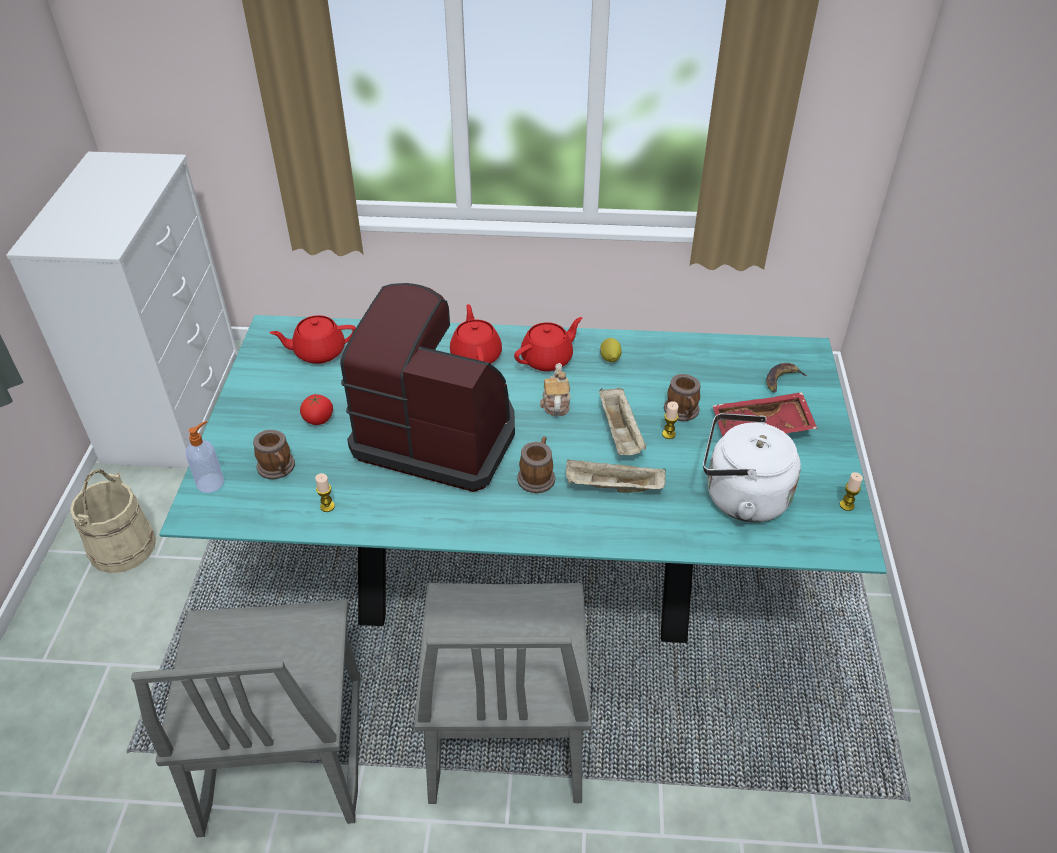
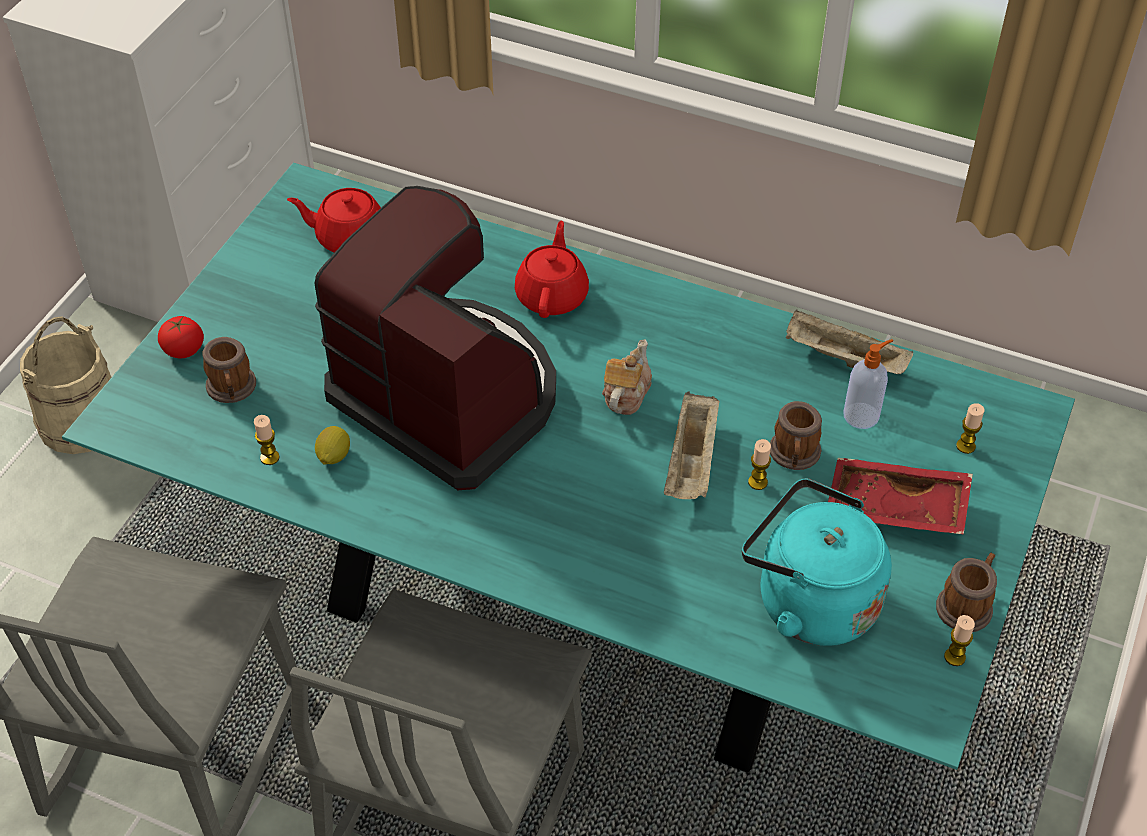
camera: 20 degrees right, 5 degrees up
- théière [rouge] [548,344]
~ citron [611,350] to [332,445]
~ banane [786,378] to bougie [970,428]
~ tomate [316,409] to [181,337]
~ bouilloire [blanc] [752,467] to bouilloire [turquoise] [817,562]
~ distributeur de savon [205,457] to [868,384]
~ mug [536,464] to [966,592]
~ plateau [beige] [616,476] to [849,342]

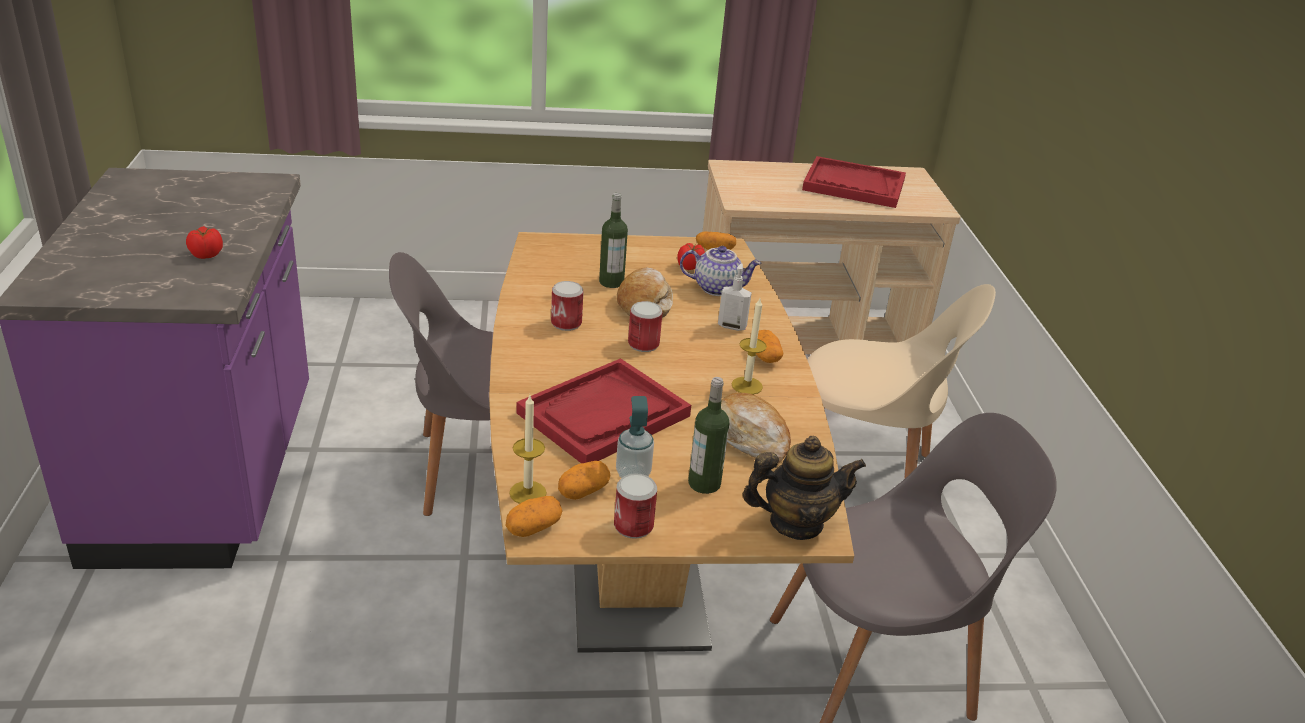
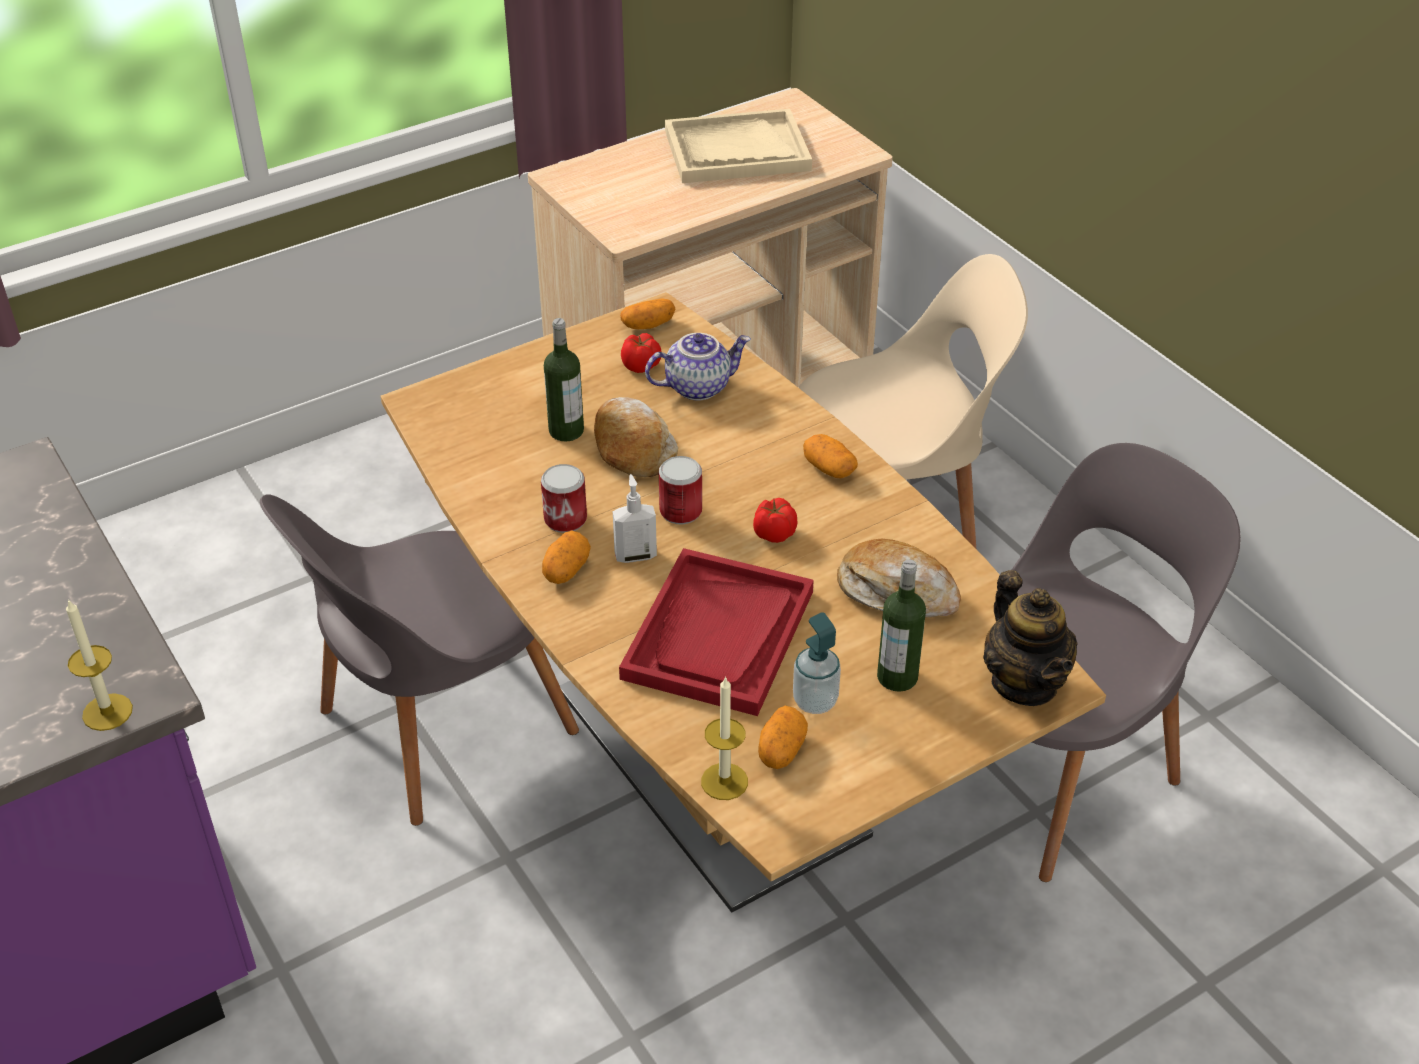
camera: 25 degrees left, 10 degrees up
~ plateau [rouge] [854,182] to plateau [beige] [738,146]
~ tomate [204,242] to [775,520]
~ distributeur de savon [735,297] to [635,518]
~ bougie [749,346] to [99,665]
~ théière [804,488] = [1030,638] 105 degrees clockwise
- boîte métallique [635,506]
~ pomme de terre [533,516] to [566,557]

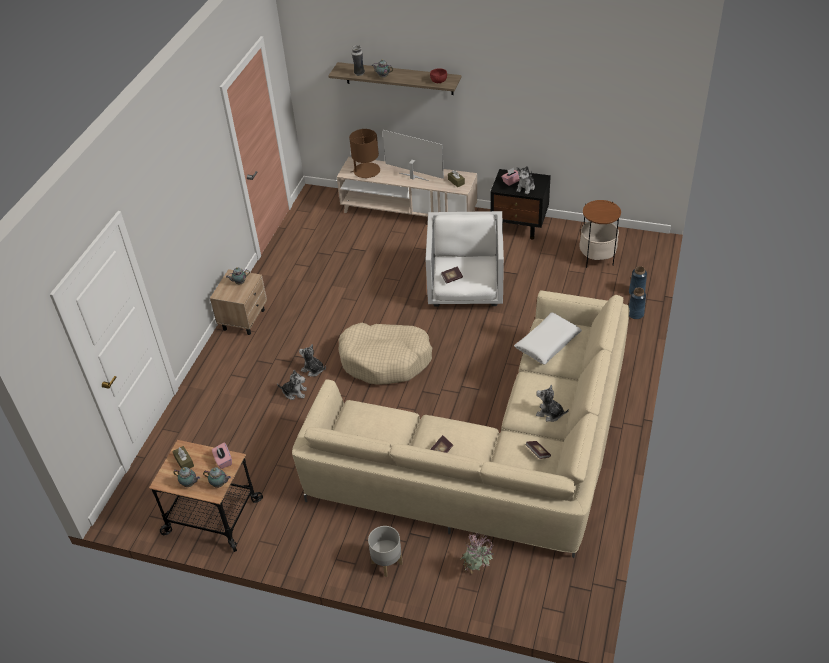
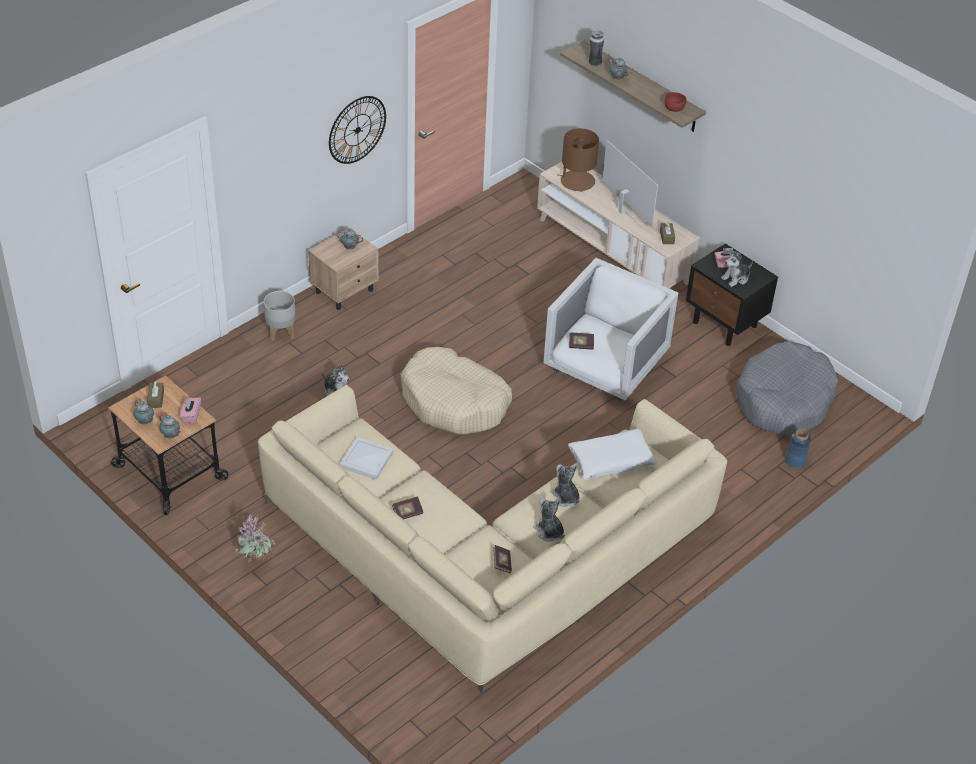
camera: 25 degrees right, 0 degrees up
~ table d'appoint [600,234] to panier pour chien [gris] [787,388]
- vase [bleu] [637,303]
~ peluche [312,360] to [565,485]
~ cache-pot [gris] [385,551] to [280,316]
~ plante en pot [476,553] to [255,538]
+ horloge murale [357,130]
+ plateau [blanc] [366,458]

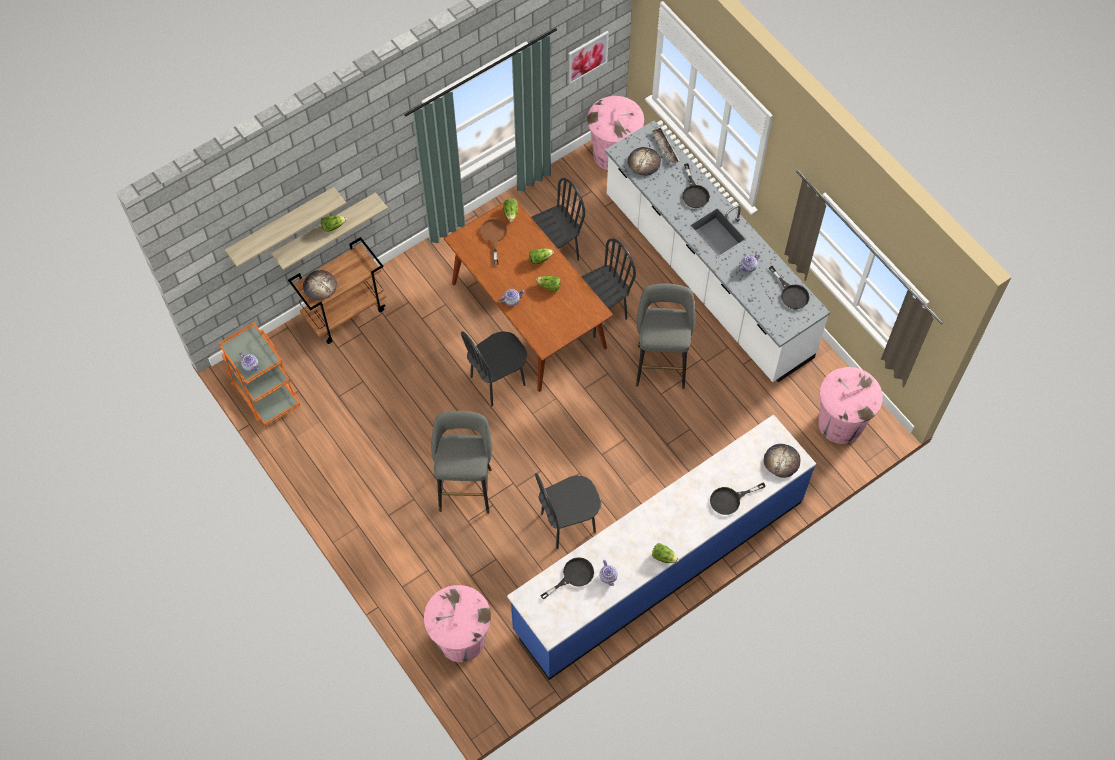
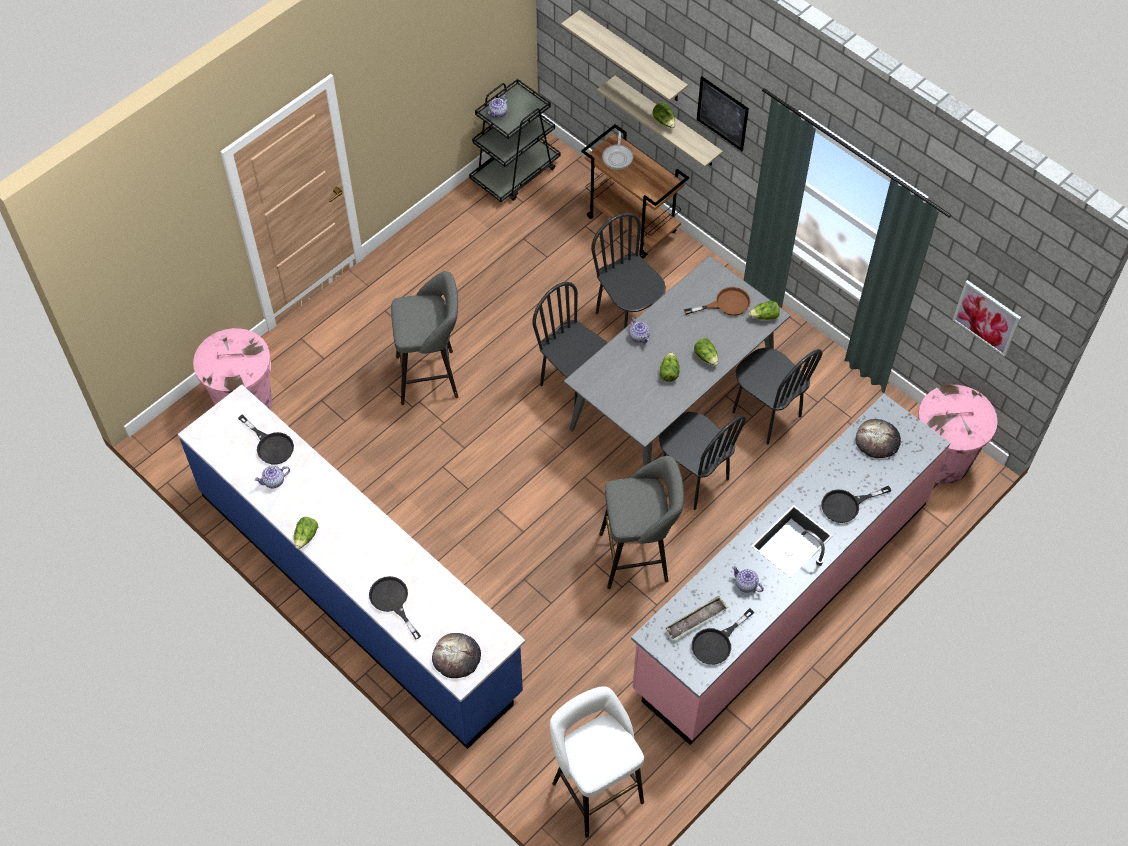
camera: 80 degrees right, 5 degrees down
~ comptoir de cuisine [blanc] [717,251] to comptoir de cuisine [rose] [791,569]
~ plateau [665,145] to [696,618]
~ table à manger [marron] [528,294] to table à manger [gris] [677,361]
~ pain [320,285] to poêle [617,150]
~ chariot [orange] [259,374] to chariot [noir] [514,140]
~ poubelle [rose] [850,405] to tabouret [blanc] [597,762]
~ chaise [noir] [568,511] to [628,271]
+ tableau [723,114]

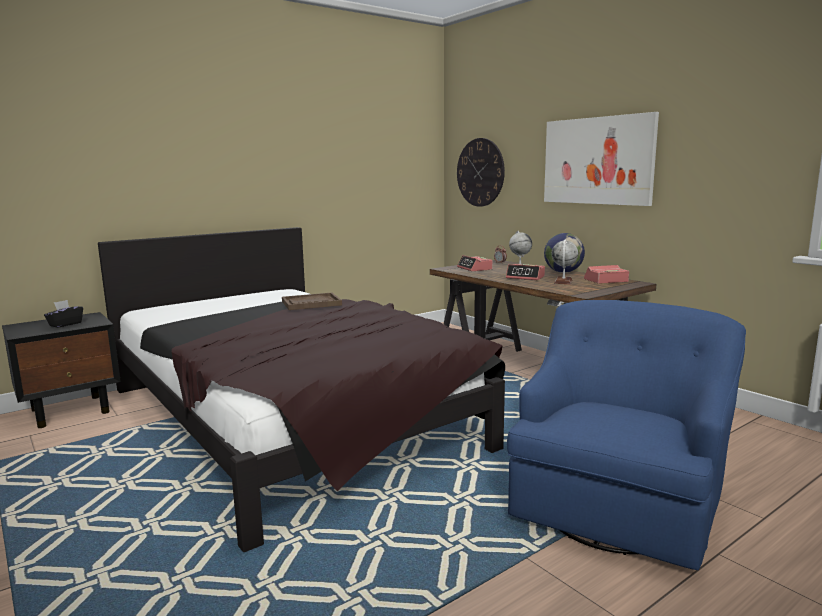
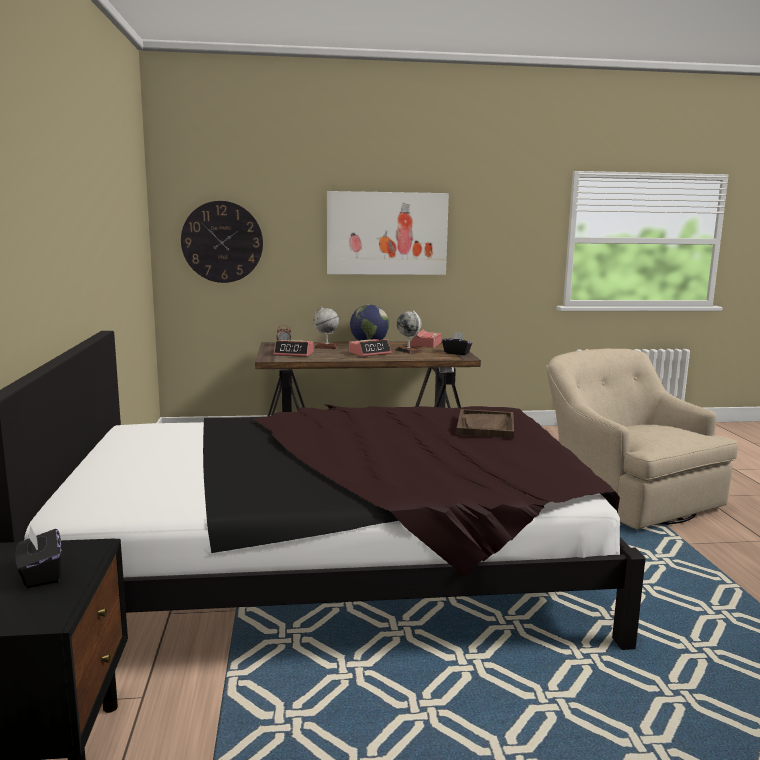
camera: 60 degrees left, 0 degrees up
~ plateau [marron] [312,301] to [485,423]
~ fauteuil [bleu] [626,435] to fauteuil [beige] [642,439]
+ boîte à mouchoirs [noir] [457,343]

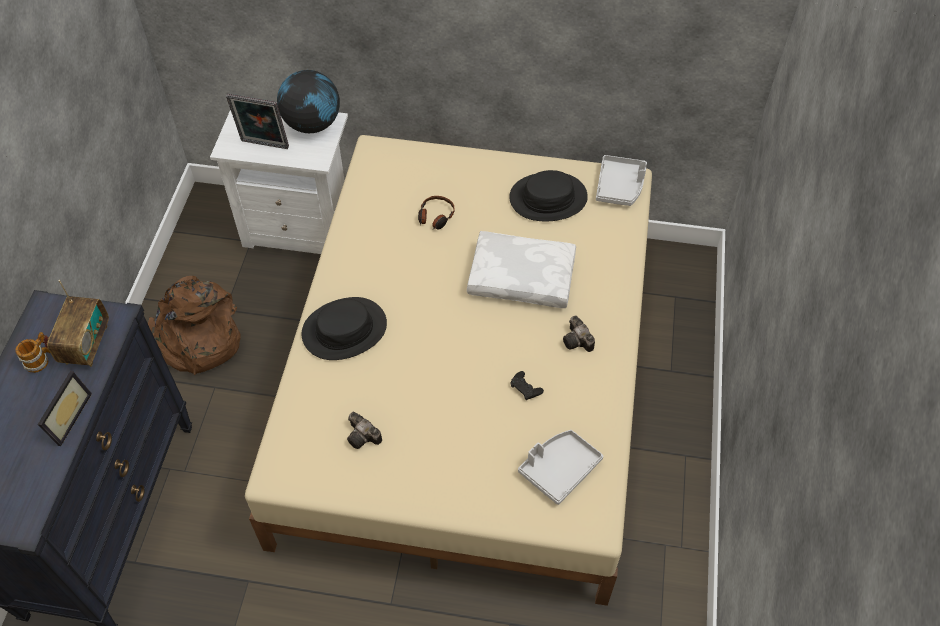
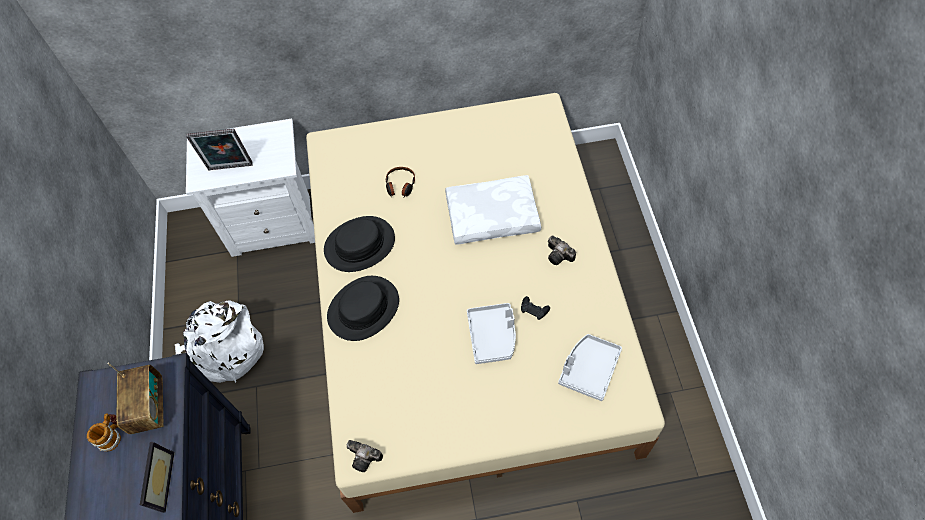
camera: 15 degrees left, 5 degrees up
- globe [308,101]
~ plateau [gris] [621,180] to [491,333]
~ chapeau [noir] [548,195] to [359,244]
~ sac à dos [marron] [194,325] to sac à dos [blanc] [219,341]
~ appareil photo [364,430] to [365,456]

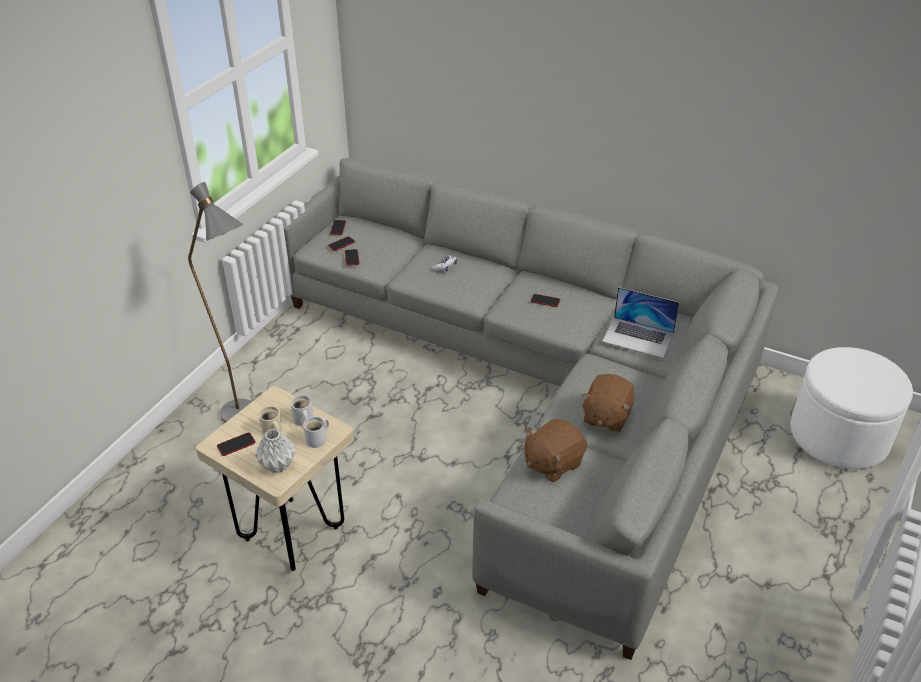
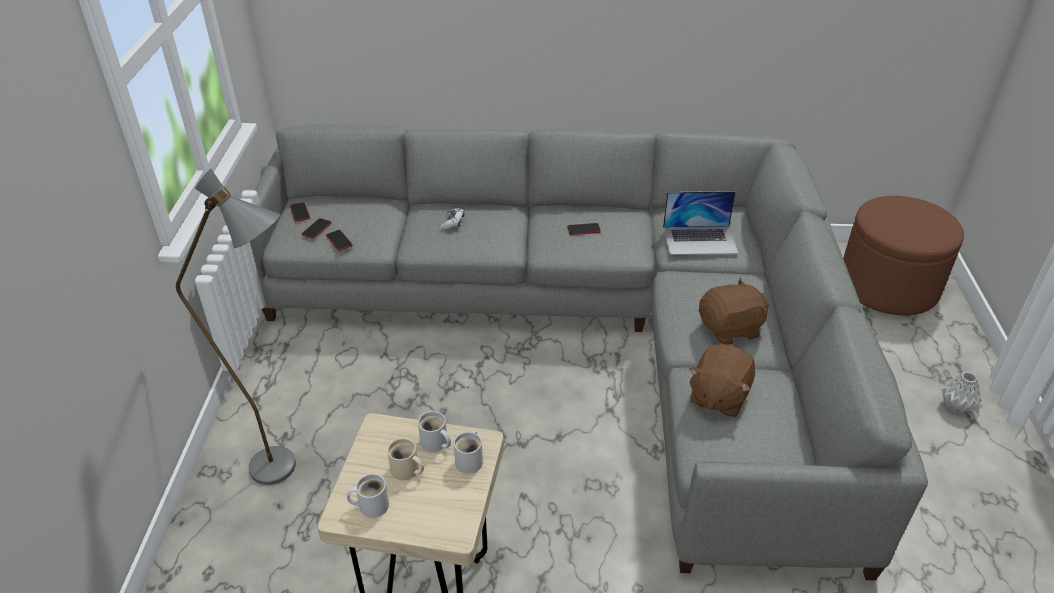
camera: 25 degrees left, 0 degrees up
~ pouf [blanc] [851,408] to pouf [marron] [903,255]
~ peluche [marron] [608,403] = [734,311] 105 degrees counterclockwise
~ vase [gris] [275,451] to [962,392]
~ téléphone [236,444] to mug [blanc] [368,496]

